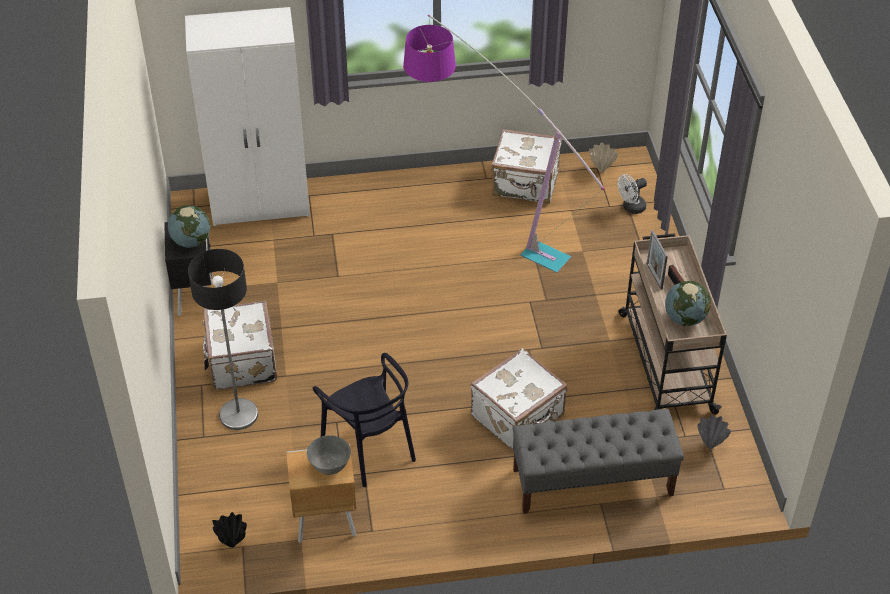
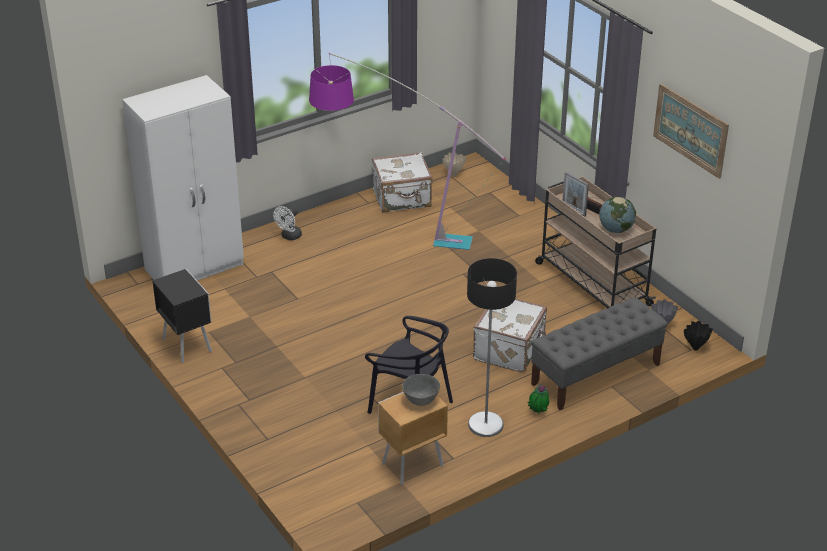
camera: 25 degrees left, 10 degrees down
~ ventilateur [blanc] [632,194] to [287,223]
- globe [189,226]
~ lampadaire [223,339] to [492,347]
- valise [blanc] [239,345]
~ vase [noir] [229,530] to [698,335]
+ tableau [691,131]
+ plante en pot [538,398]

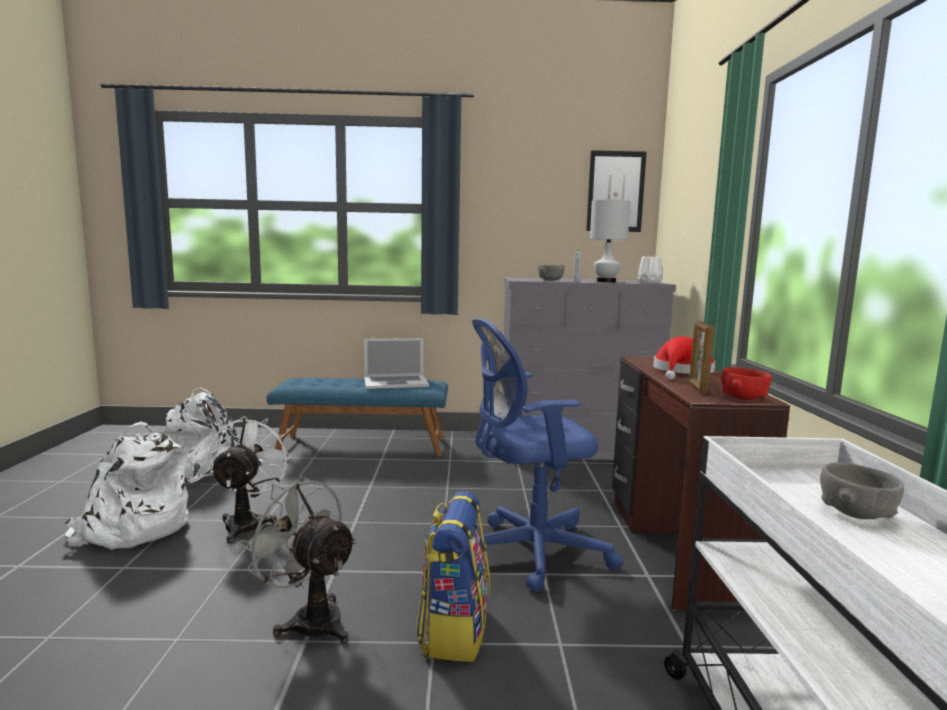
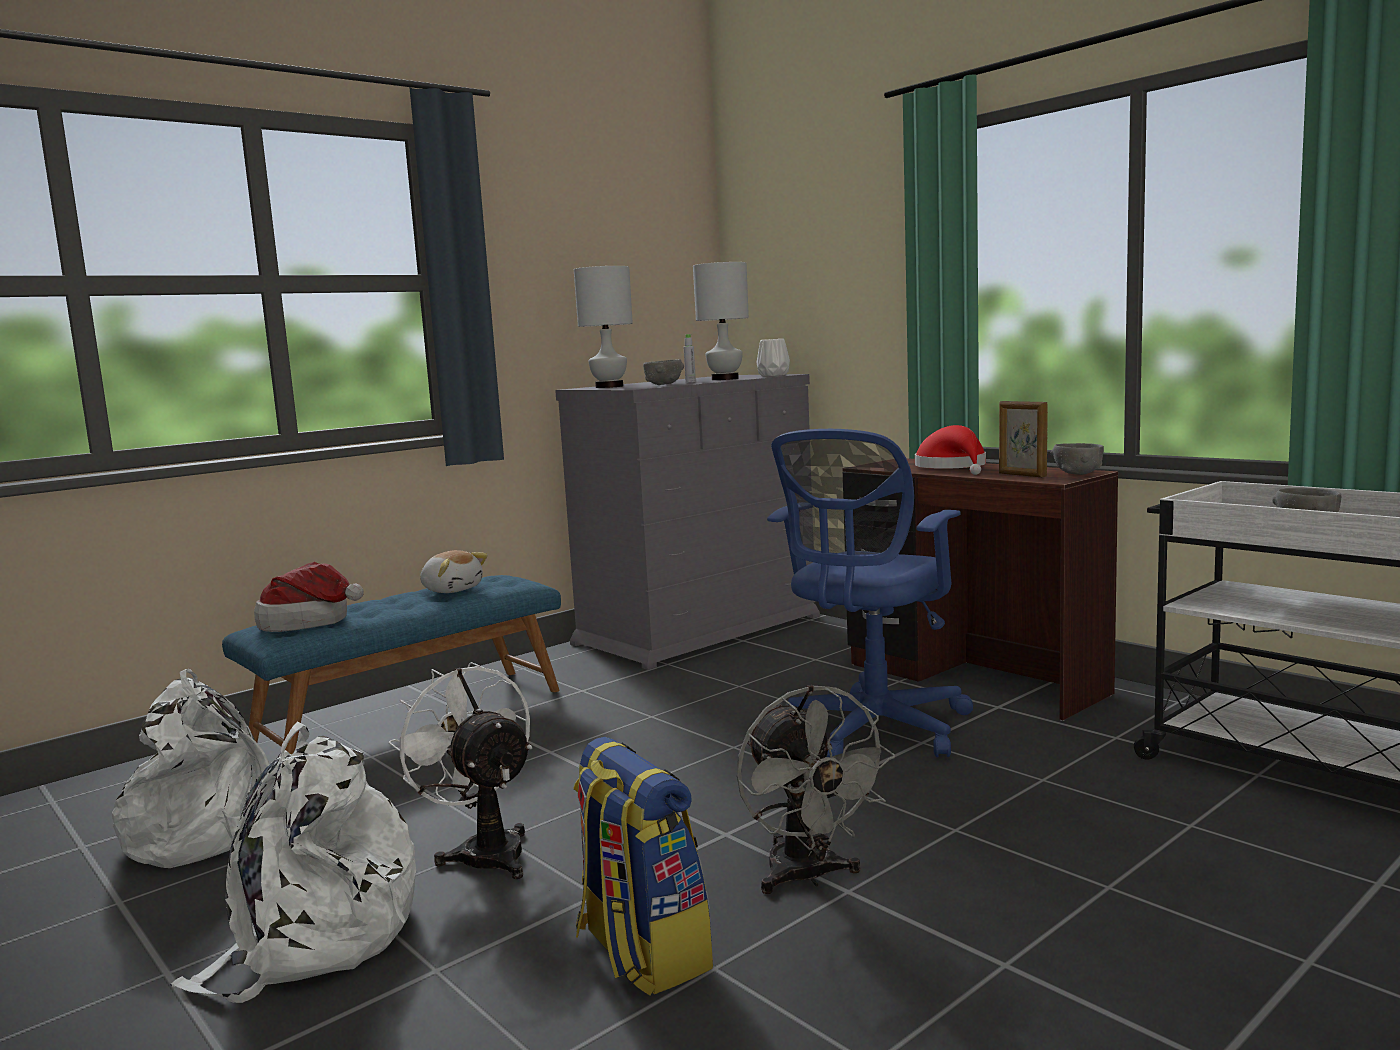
camera: 40 degrees left, 0 degrees up
- tableau [616,191]
~ ordinateur portable [396,363] to peluche [454,571]
~ bol [rouge] [746,383] to bol [gris] [1077,459]
~ ventilateur [gris] [298,559] = [816,789] 105 degrees counterclockwise
~ sac à dos [453,576] to [643,866]
+ lampe de table [blanc] [603,327]
+ chapeau [309,597]

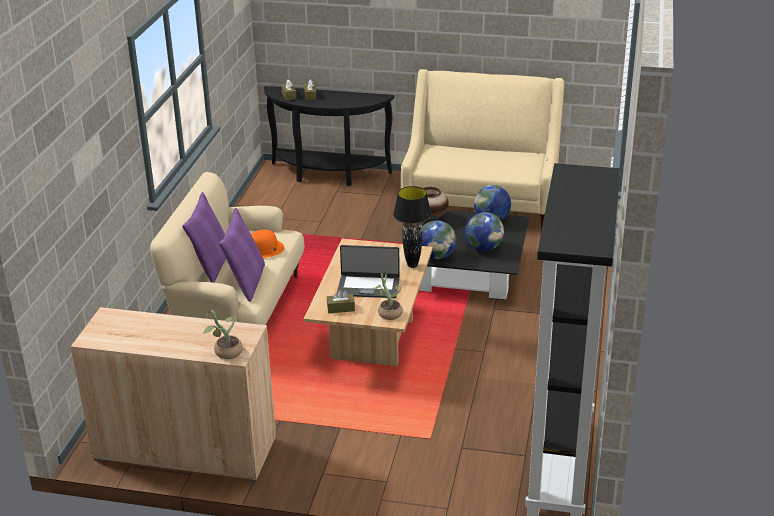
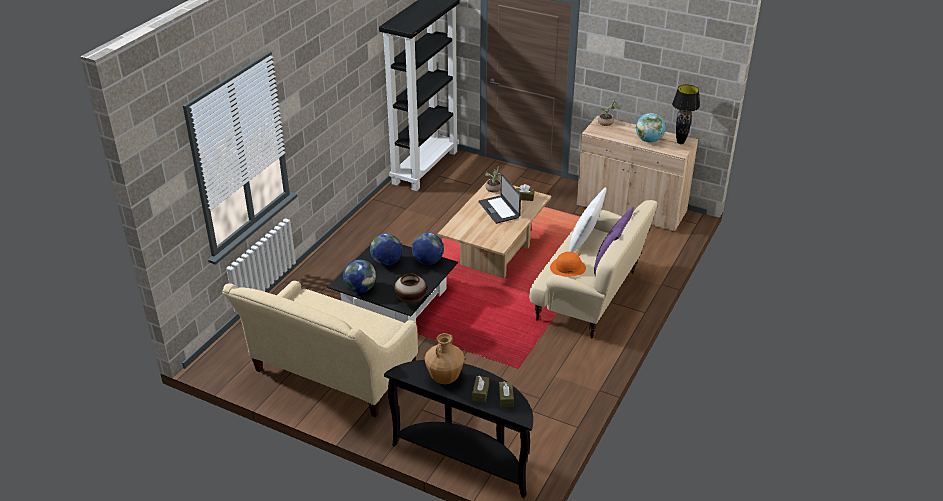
camera: 165 degrees left, 5 degrees up
~ lampe de table [noir] [412,227] to [686,114]
~ coussin [violet] [242,255] to coussin [blanc] [588,220]
~ ordinateur portable [368,271] = [499,199] 135 degrees counterclockwise
+ globe [651,128]
+ vase [marron] [445,358]

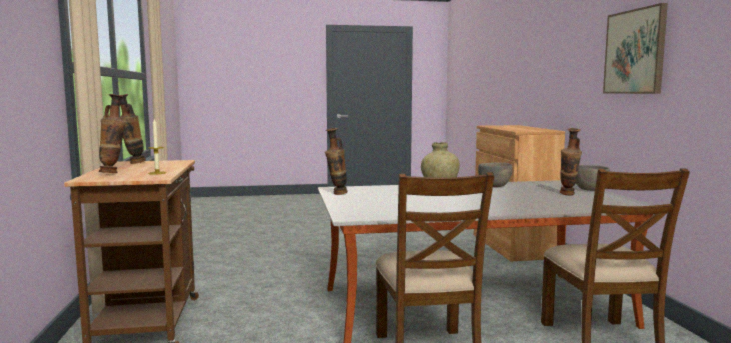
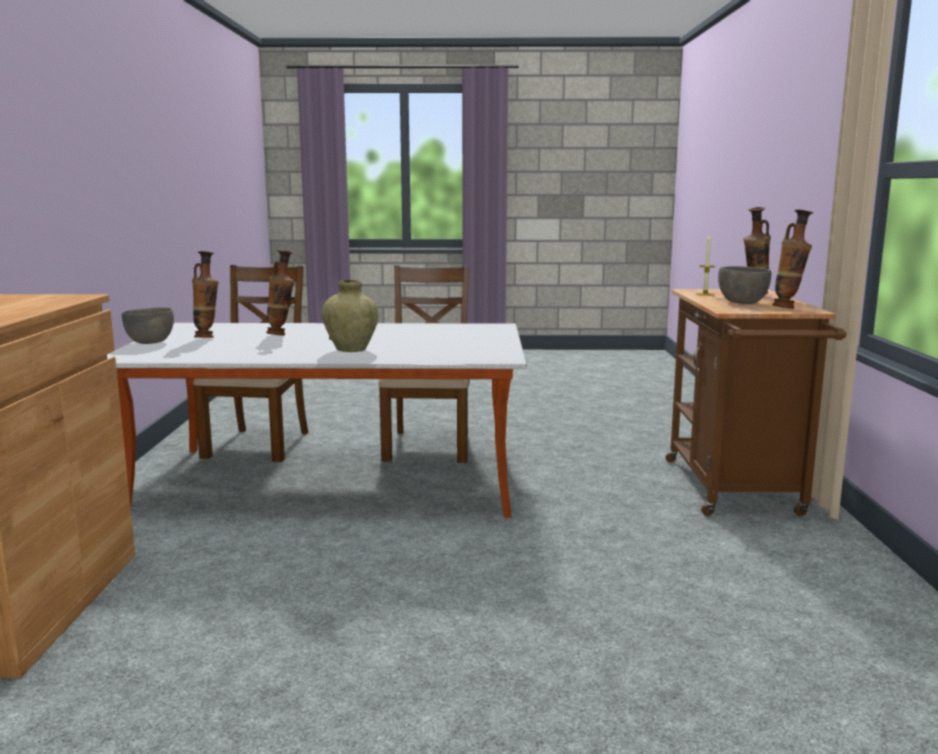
camera: 170 degrees left, 5 degrees up
- tableau [635,48]
~ vase [336,161] to [281,293]
~ bol [gris] [495,175] to [744,285]

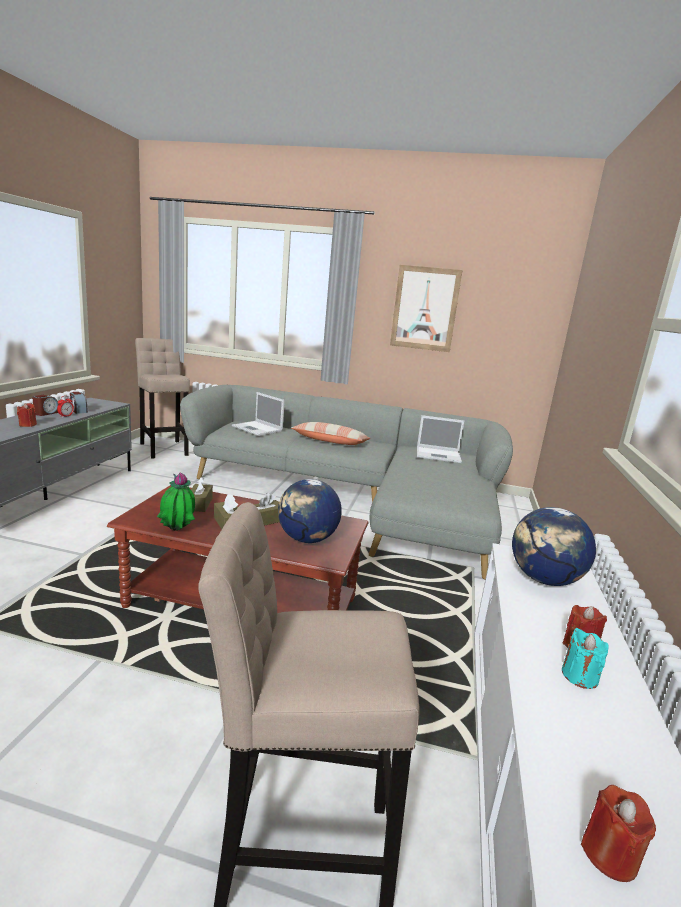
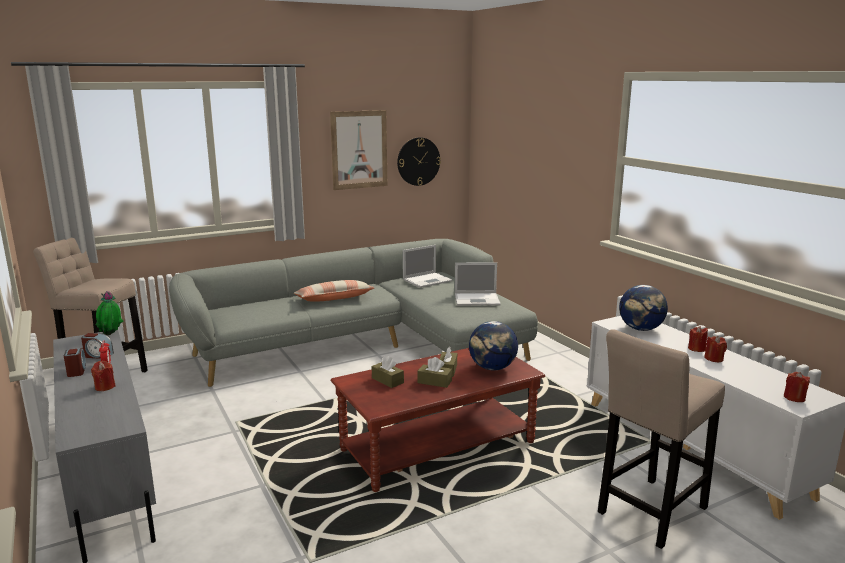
camera: 40 degrees left, 0 degrees up
~ ordinateur portable [258,414] to [478,284]
~ plante en pot [176,502] to [109,313]
~ bougie [turquoise] [585,658] to bougie [rouge] [715,349]
+ horloge murale [419,161]

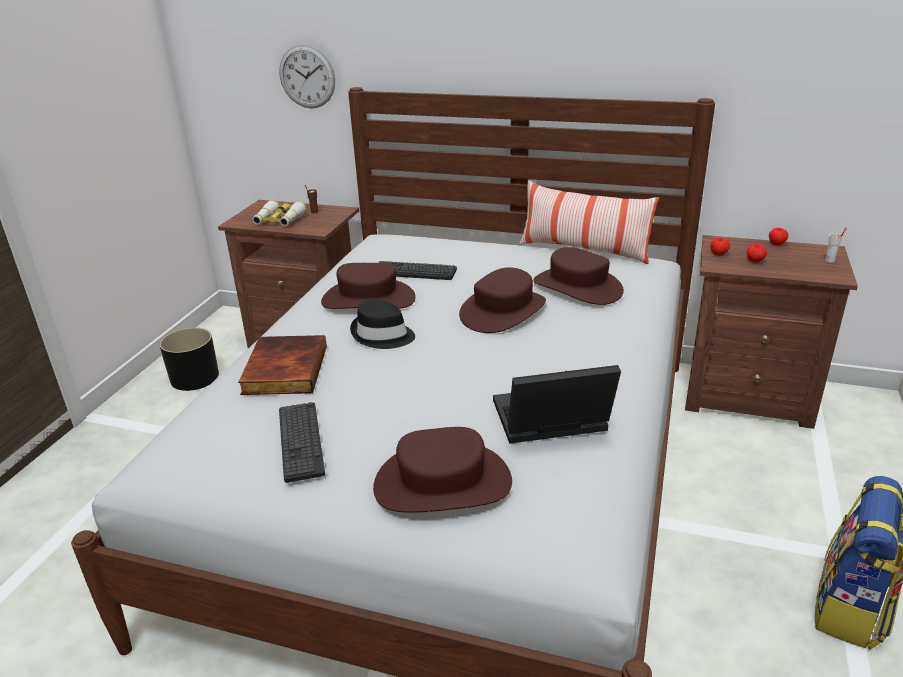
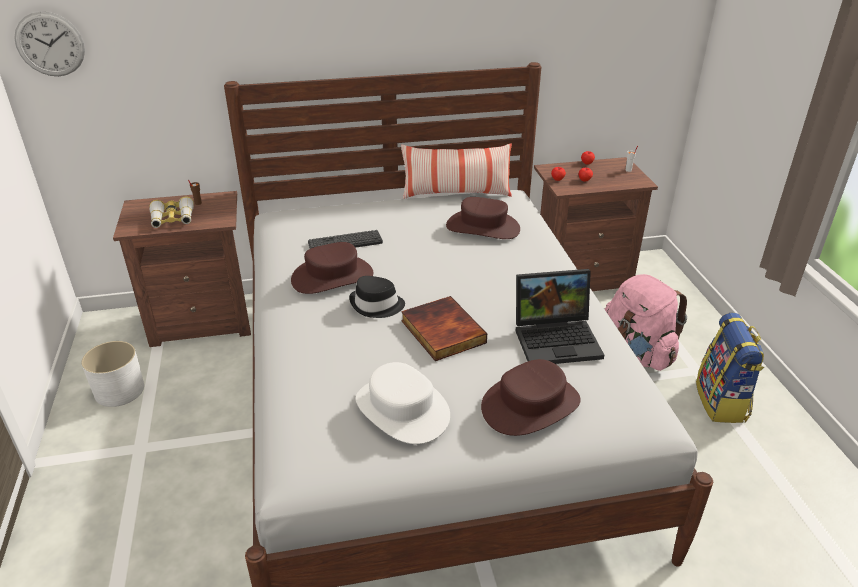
camera: 30 degrees left, 5 degrees up
~ horloge murale [307,76] to [49,43]
- chapeau [marron] [502,300]
~ cache-pot [noir] [189,359] to cache-pot [blanc] [112,374]
~ livre [282,365] to [444,328]
~ ordinateur portable [557,404] = [560,316] 150 degrees counterclockwise
~ clavier [302,442] to chapeau [blanc] [403,403]
+ sac à dos [rose] [646,322]

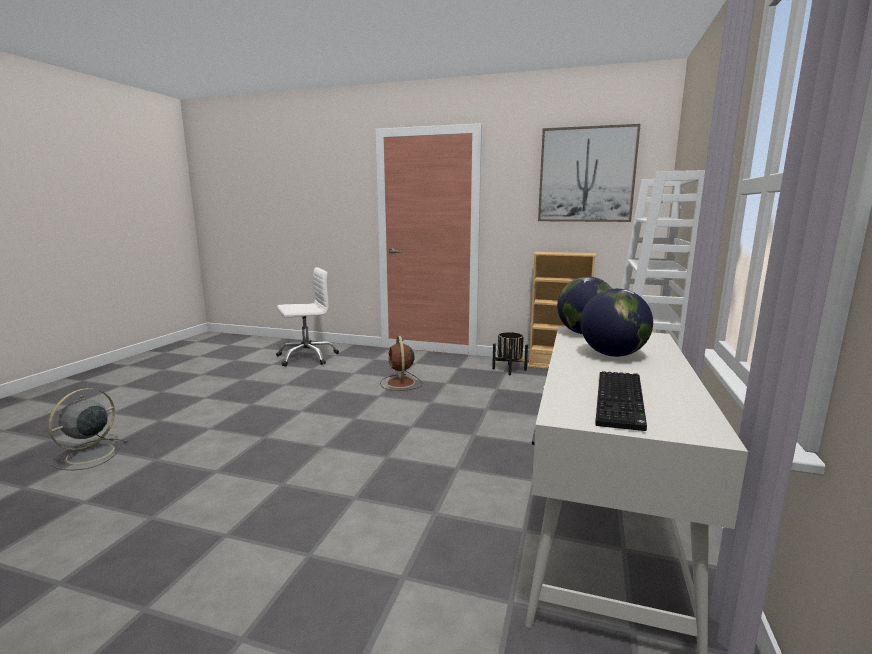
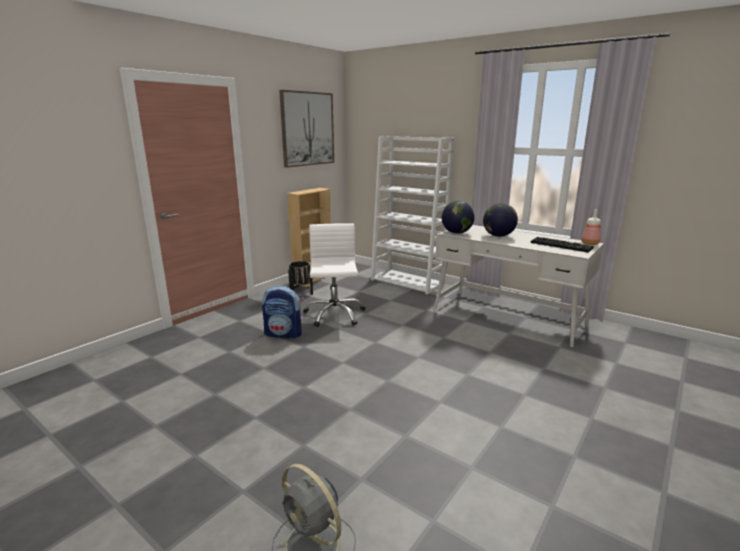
camera: 70 degrees left, 5 degrees up
~ chaise de bureau [blanc] [307,317] to [334,275]
~ ventilateur [marron] [401,363] to sac à dos [282,311]
+ bouteille [591,227]

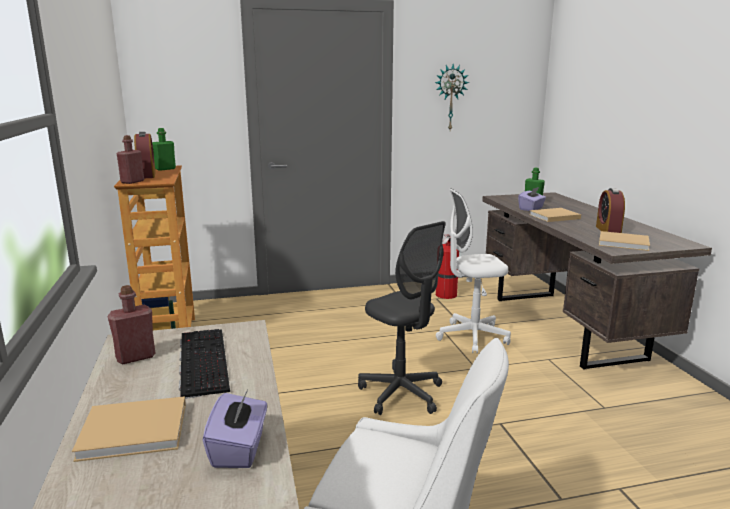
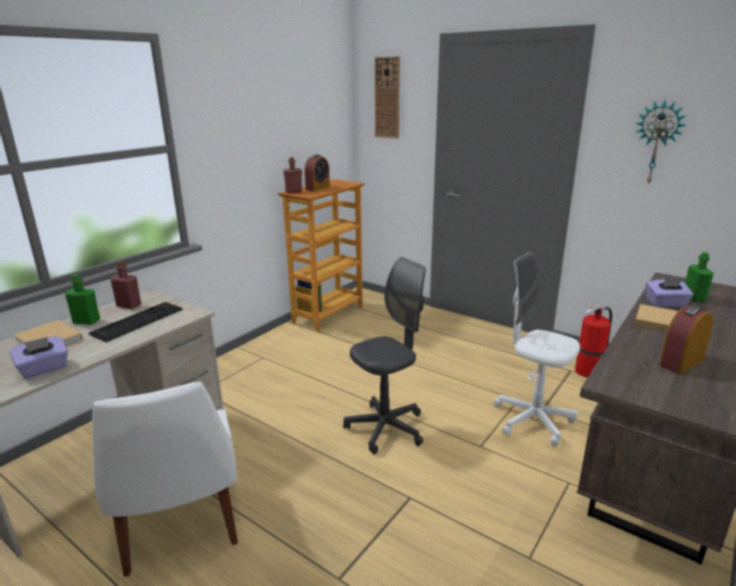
camera: 50 degrees right, 5 degrees up
~ bouteille [vert] [164,149] to [82,299]
~ chaise de bureau [gris] [402,318] = [384,355] 135 degrees counterclockwise
- livre [beige] [624,241]
+ horloge murale [387,97]

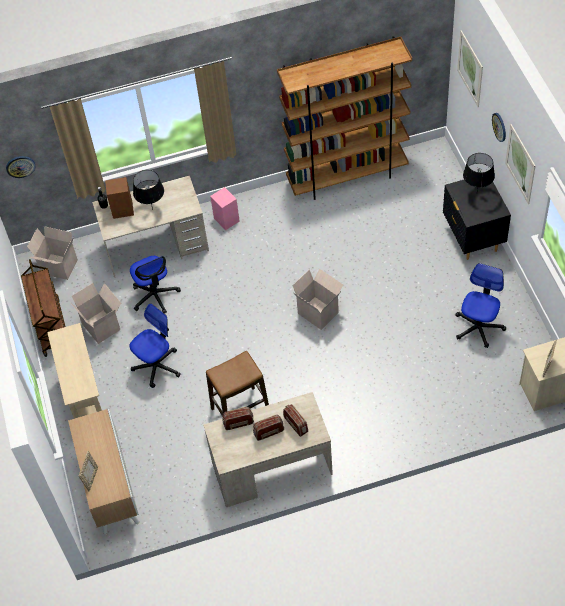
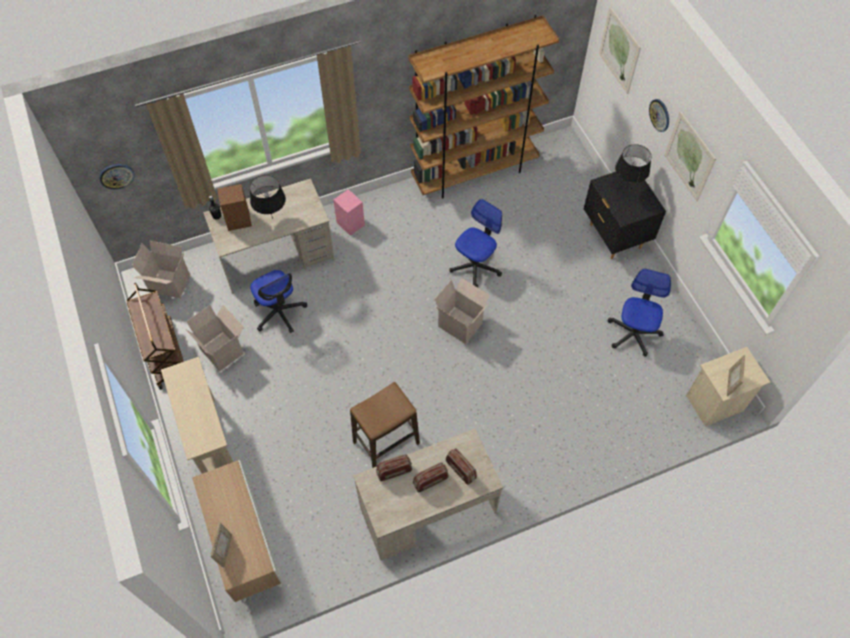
camera: 10 degrees left, 5 degrees up
~ chaise de bureau [155,345] to [476,243]

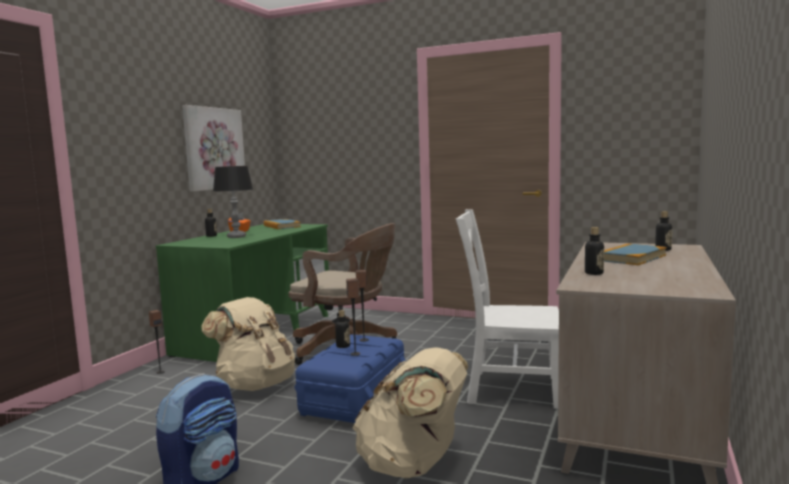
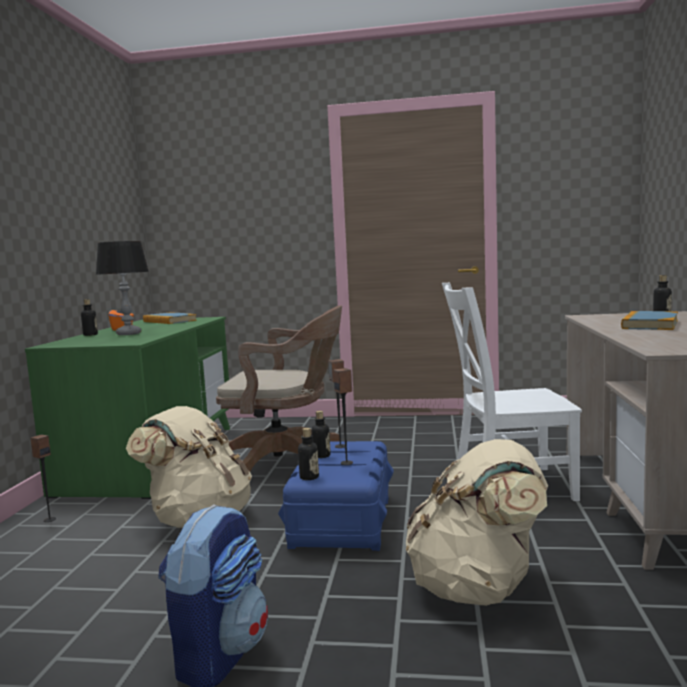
camera: 15 degrees left, 0 degrees up
- tableau [213,148]
~ bouteille [594,251] to [308,454]

